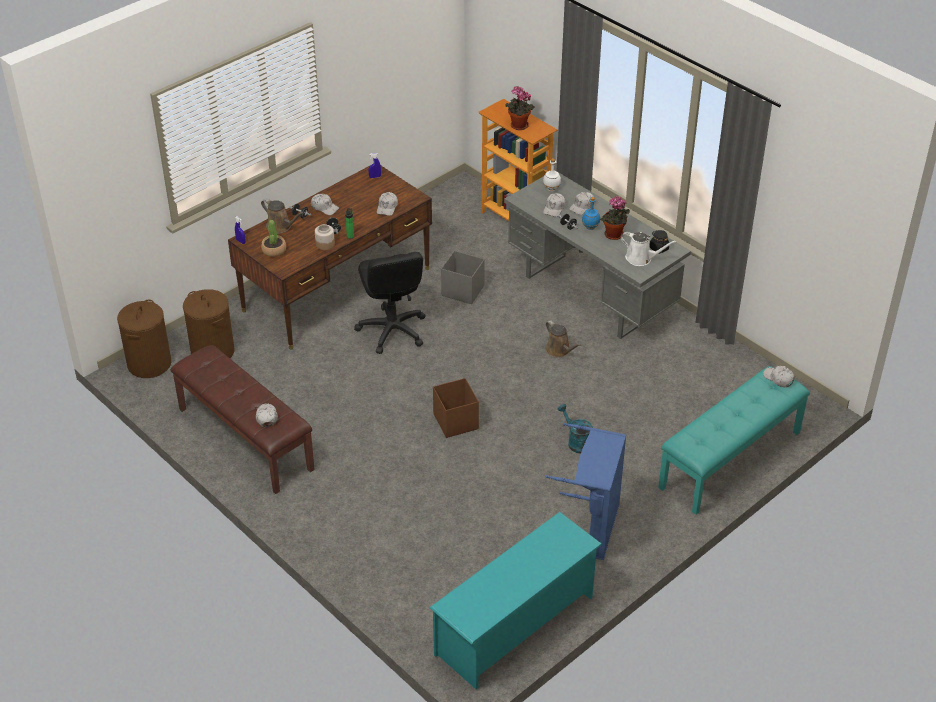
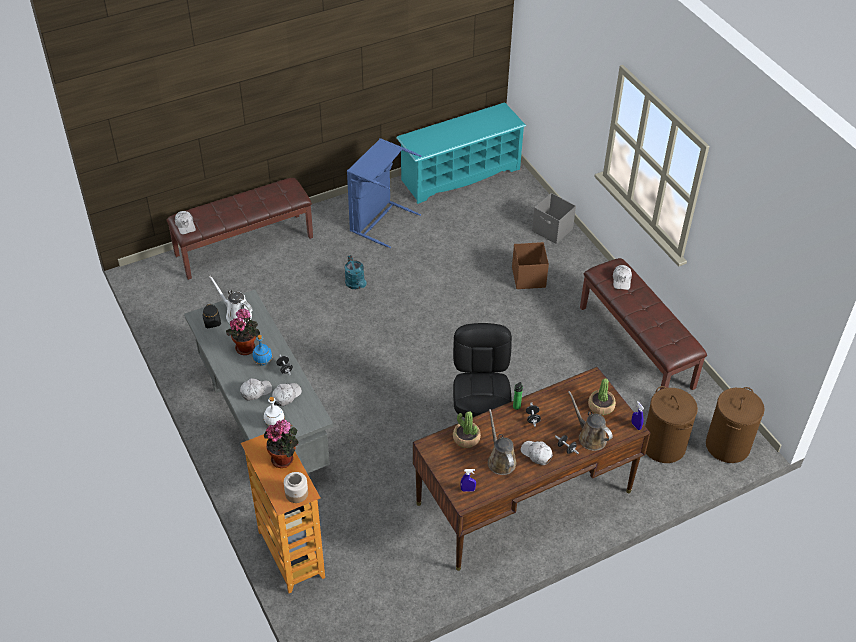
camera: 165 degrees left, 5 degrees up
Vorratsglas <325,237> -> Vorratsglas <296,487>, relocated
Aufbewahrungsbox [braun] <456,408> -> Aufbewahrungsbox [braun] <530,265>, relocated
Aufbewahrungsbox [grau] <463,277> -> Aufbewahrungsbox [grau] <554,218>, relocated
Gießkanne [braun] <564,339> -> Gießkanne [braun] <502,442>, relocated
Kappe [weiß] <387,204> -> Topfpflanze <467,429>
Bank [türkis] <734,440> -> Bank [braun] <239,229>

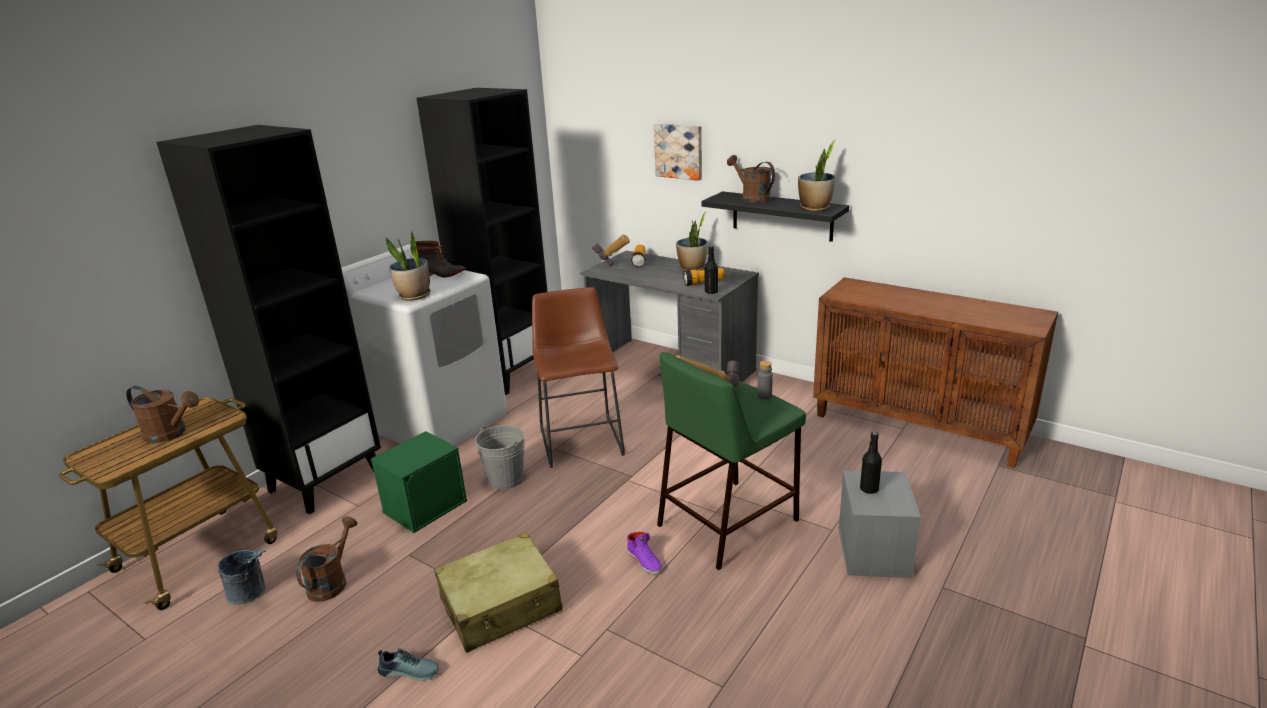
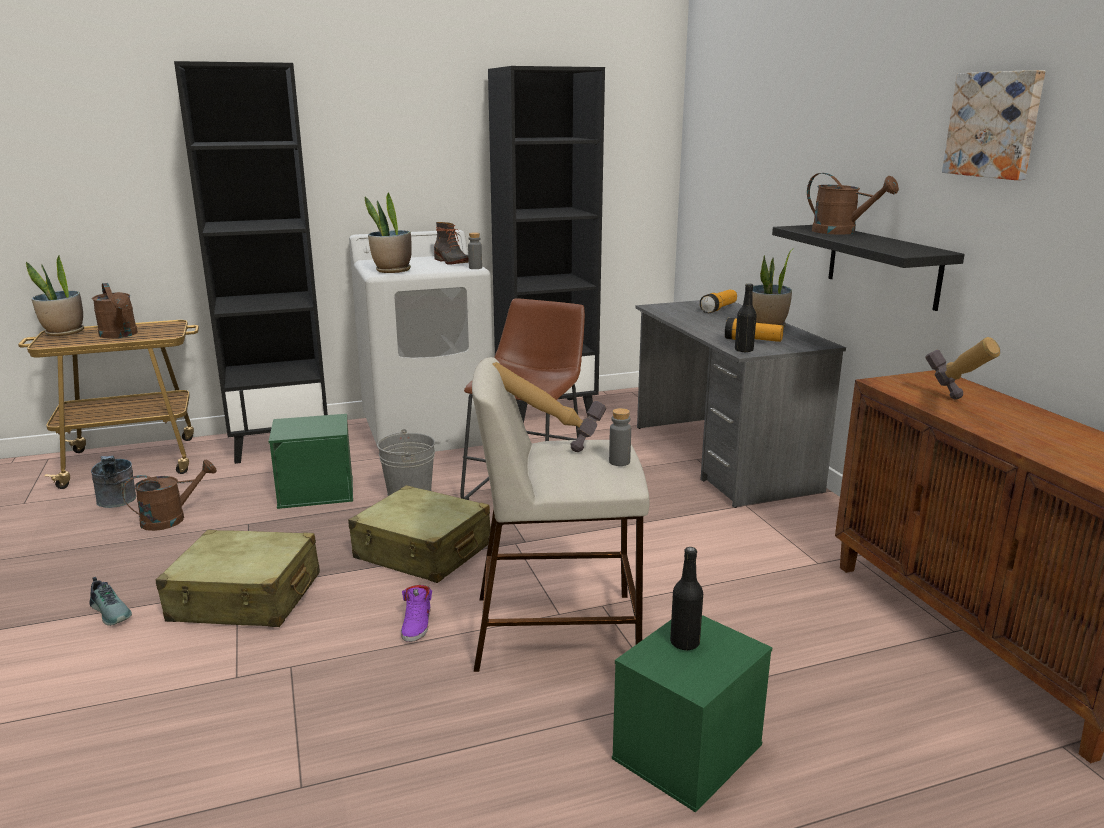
camera: 35 degrees right, 5 degrees down
none -> Koffer [beige] <419,534>
none -> Flasche [grau] <475,250>
Hammer <611,250> -> Hammer <962,368>, relocated
Bild <678,152> -> Bild <993,125>, relocated
Topfpflanze <817,176> -> Topfpflanze <55,296>, relocated
Hocker [grün] <731,461> -> Hocker [beige] <560,514>
Aufbewahrungsbox [grau] <879,524> -> Aufbewahrungsbox [grün] <692,714>
Gießkanne [braun] <751,179> -> Gießkanne [braun] <853,203>, 135 degrees clockwise

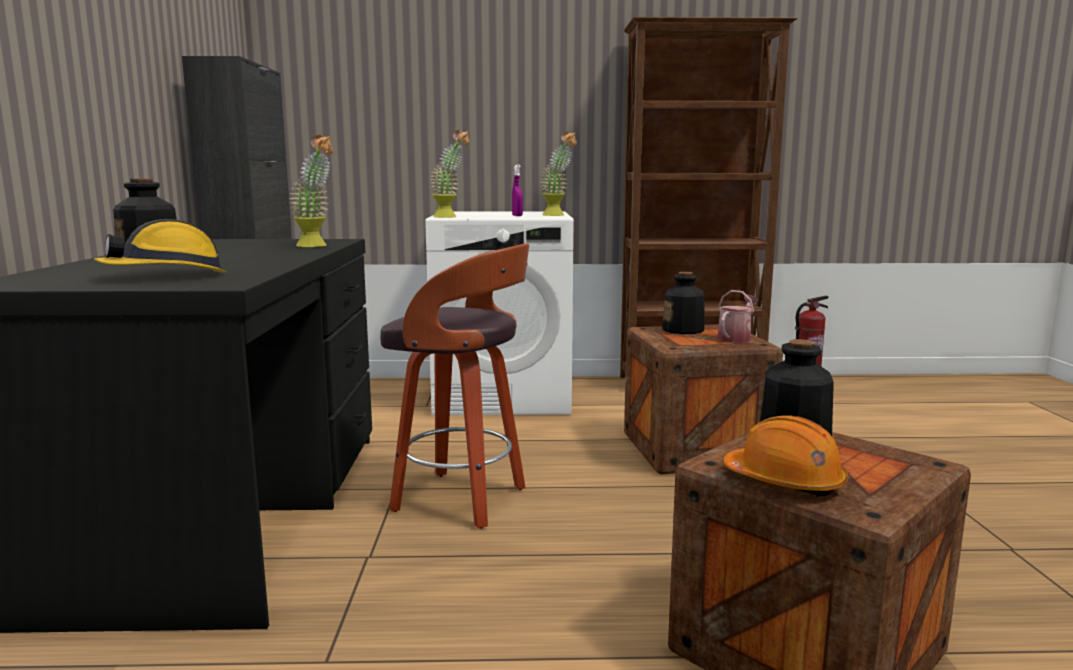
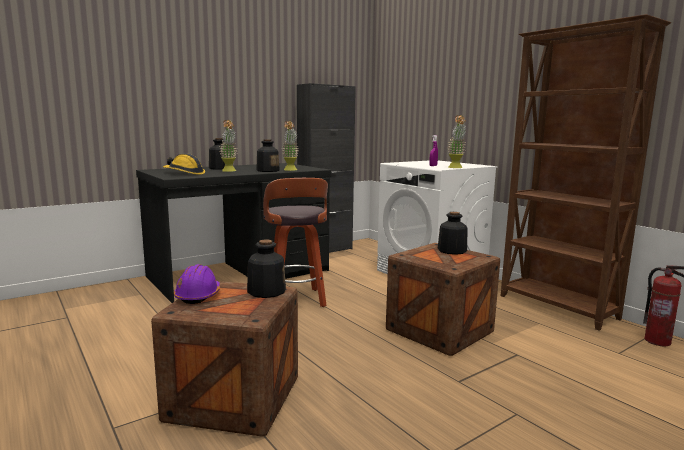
camera: 55 degrees right, 0 degrees up
Gießkanne <737,316> -> none
none -> Flasche <268,155>
Topfpflanze <449,174> -> Topfpflanze <228,146>, relocated
Schutzhelm [orange] <785,456> -> Schutzhelm [lila] <197,284>

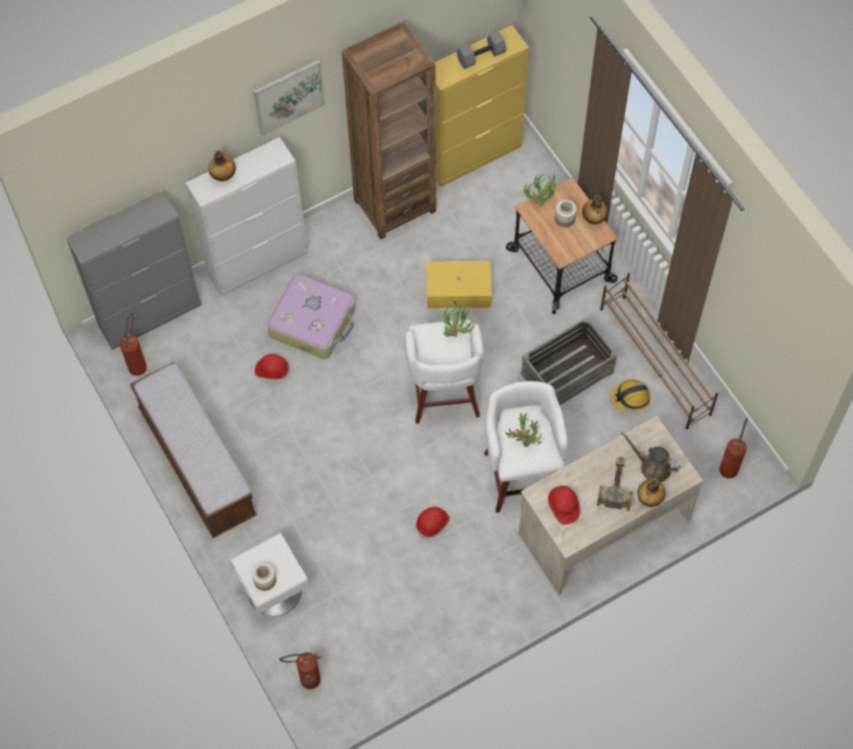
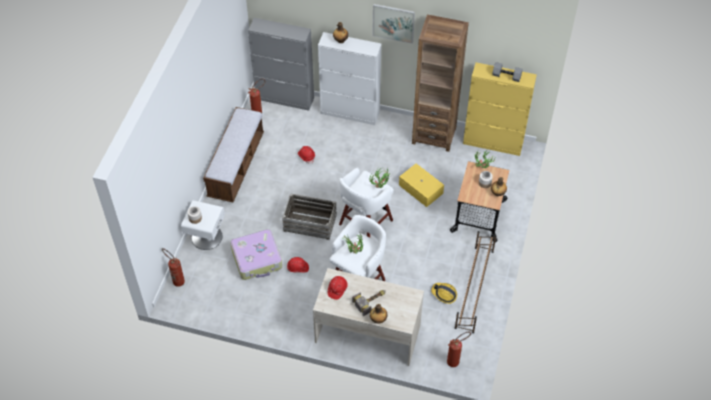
camera: 45 degrees right, 10 degrees down
Gießkanne [braun] <651,457> -> none
Koffer <311,316> -> Koffer <256,254>, relocated
Kiste <568,361> -> Kiste <309,216>, relocated

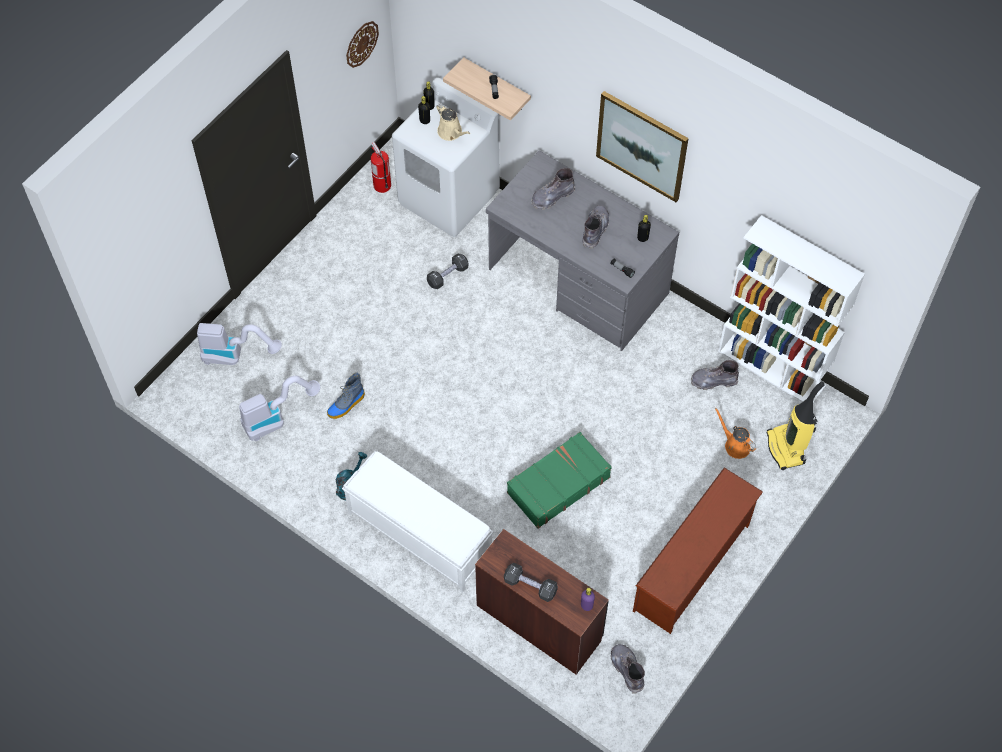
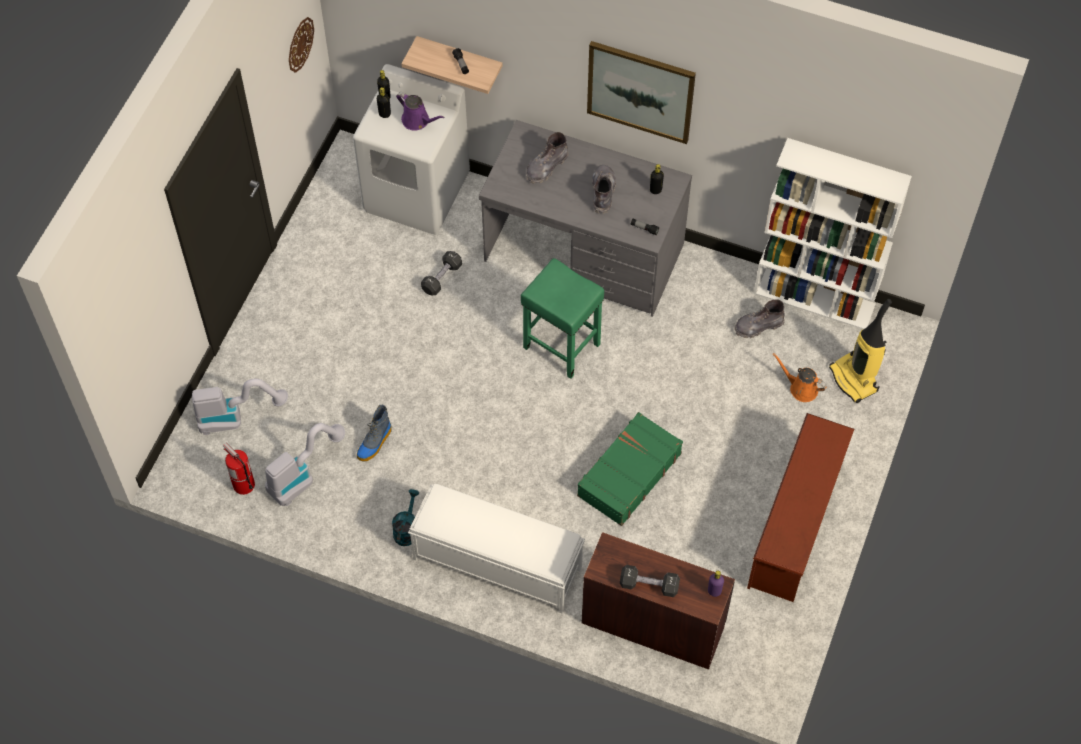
camera: 15 degrees left, 0 degrees up
Stiefel [grau] <628,669> -> none
none -> Hocker [grün] <562,318>
Feuerlöscher <380,167> -> Feuerlöscher <239,468>, relocated
Gießkanne [beige] <453,122> -> Gießkanne [lila] <420,111>

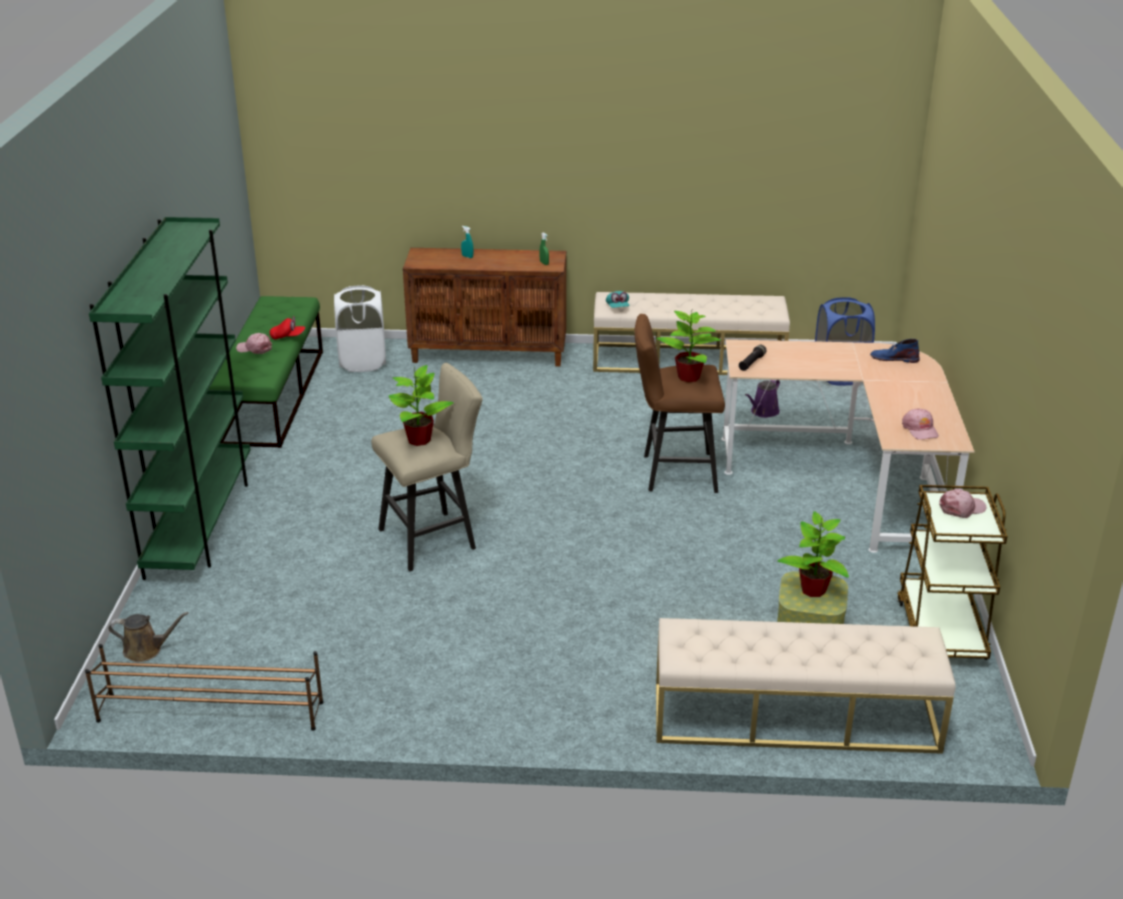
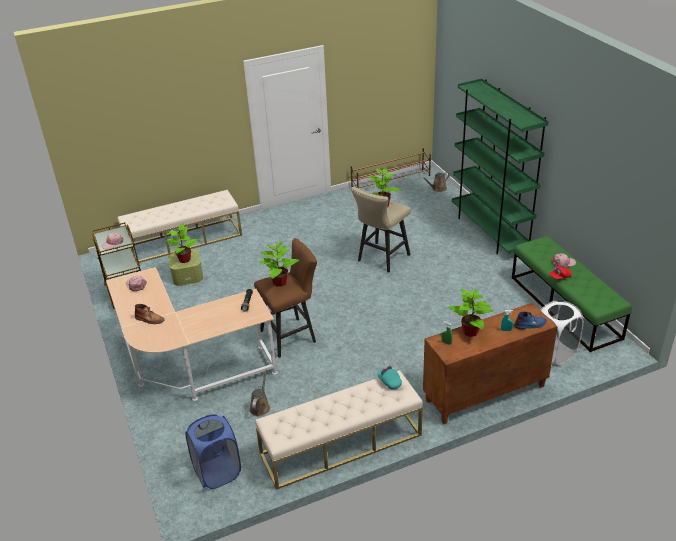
camera: 155 degrees right, 5 degrees up
none -> Stiefel [braun] <150,314>
none -> Topfpflanze <471,313>
Stiefel [blau] <895,351> -> Stiefel [blau] <530,320>, relocated
Gießkanne [lila] <762,399> -> Gießkanne [braun] <259,393>

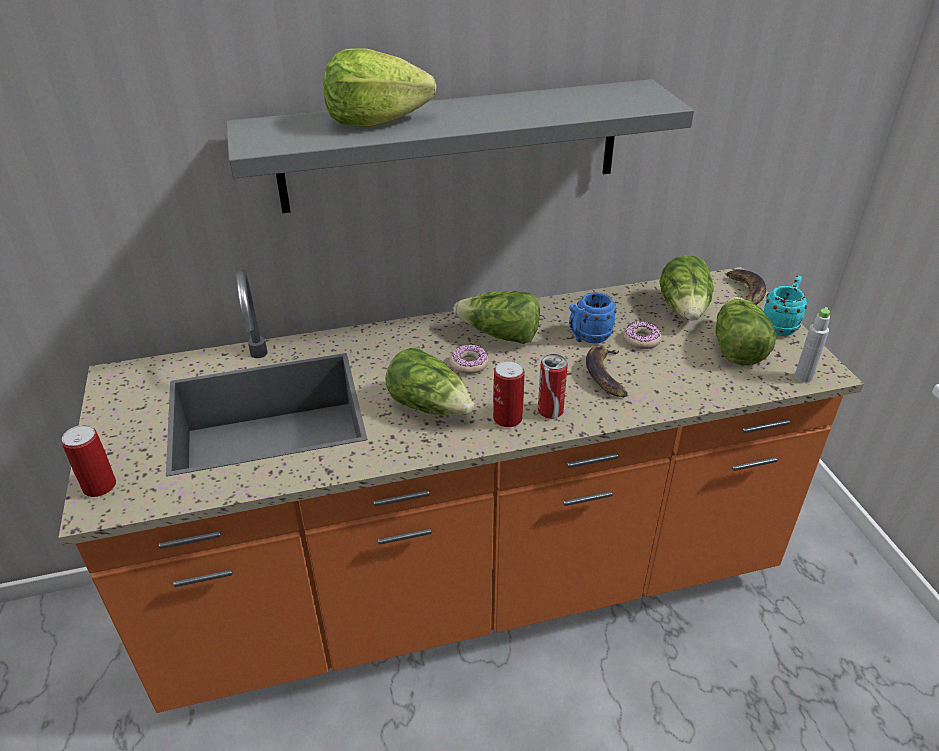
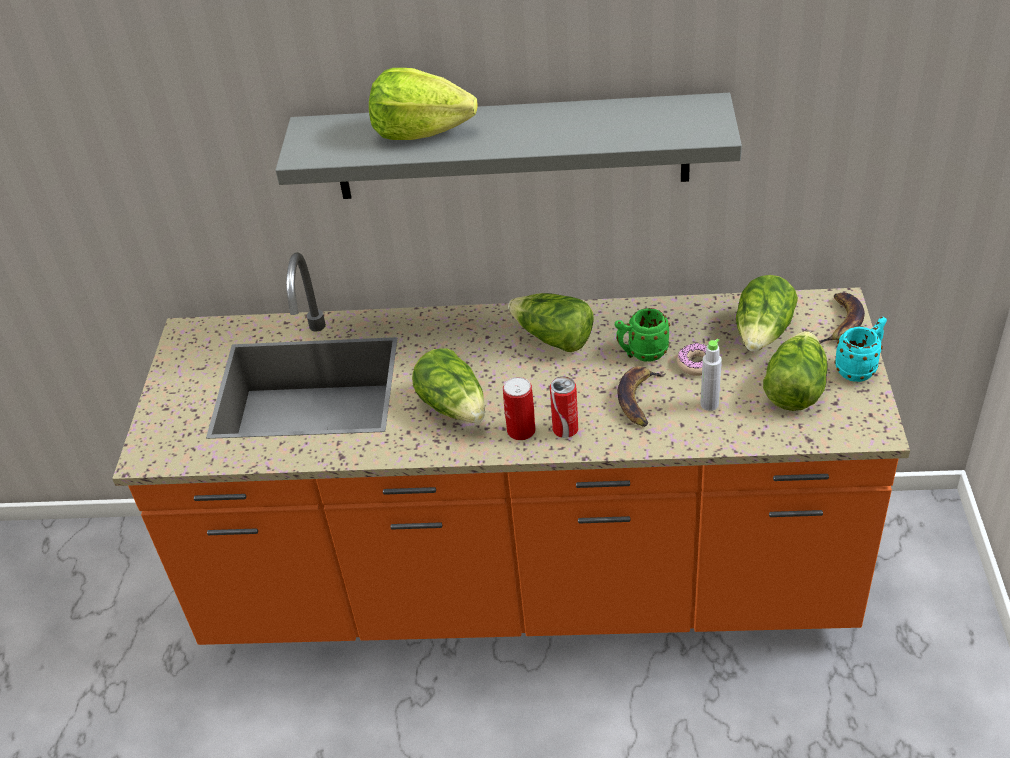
camera: 20 degrees right, 5 degrees up
Dose <88,461> -> none
Donut <469,359> -> none
Flasche [grau] <812,345> -> Flasche [grau] <711,375>, relocated
Henkelbecher [blau] <592,317> -> Henkelbecher [grün] <642,335>

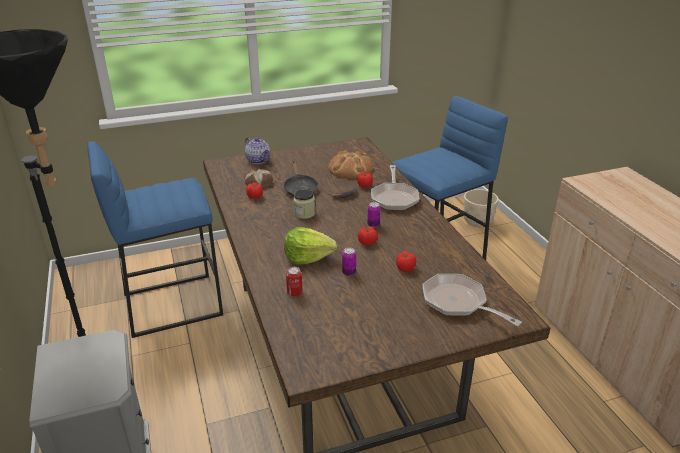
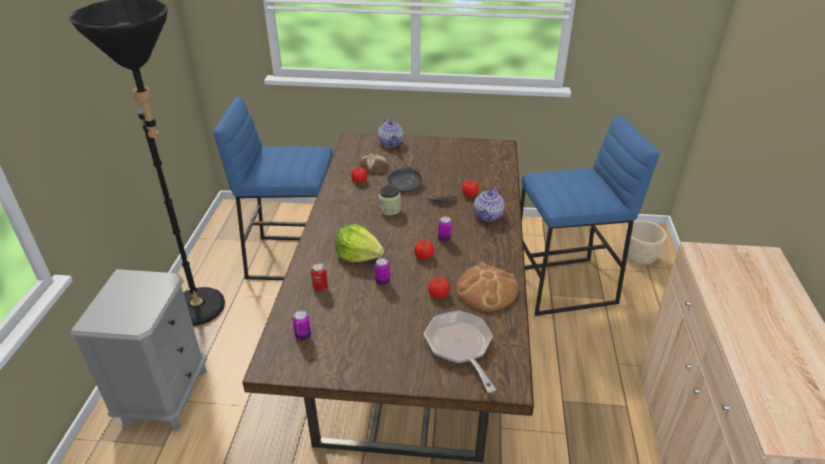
camera: 25 degrees right, 5 degrees up
none -> Dose <302,325>
Brot <350,164> -> Brot <487,287>, relocated
Pfanne <395,187> -> Teekanne <489,203>

